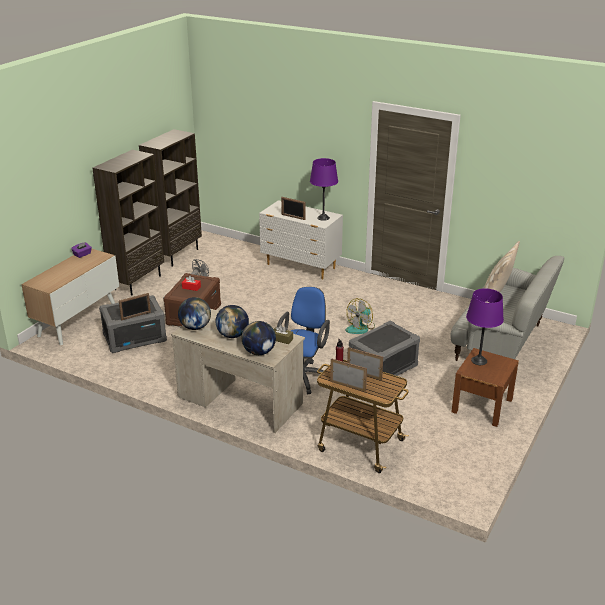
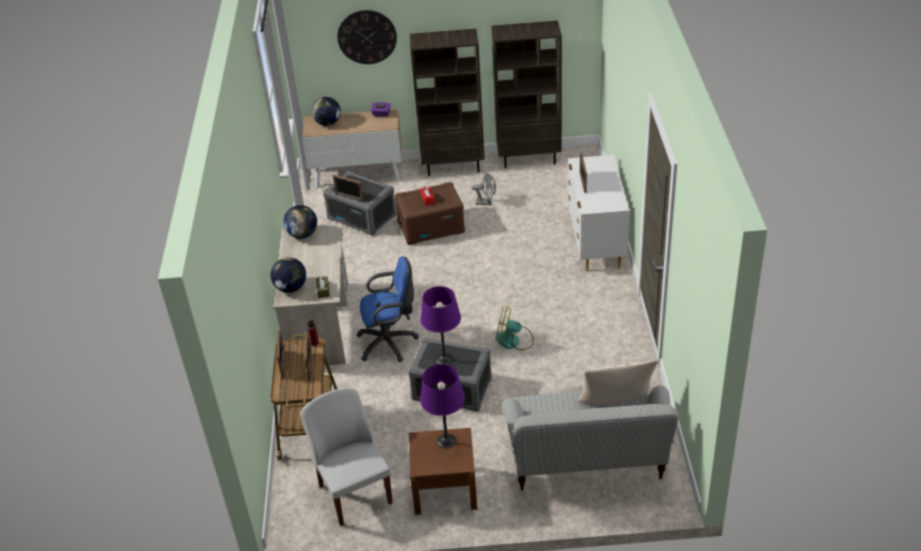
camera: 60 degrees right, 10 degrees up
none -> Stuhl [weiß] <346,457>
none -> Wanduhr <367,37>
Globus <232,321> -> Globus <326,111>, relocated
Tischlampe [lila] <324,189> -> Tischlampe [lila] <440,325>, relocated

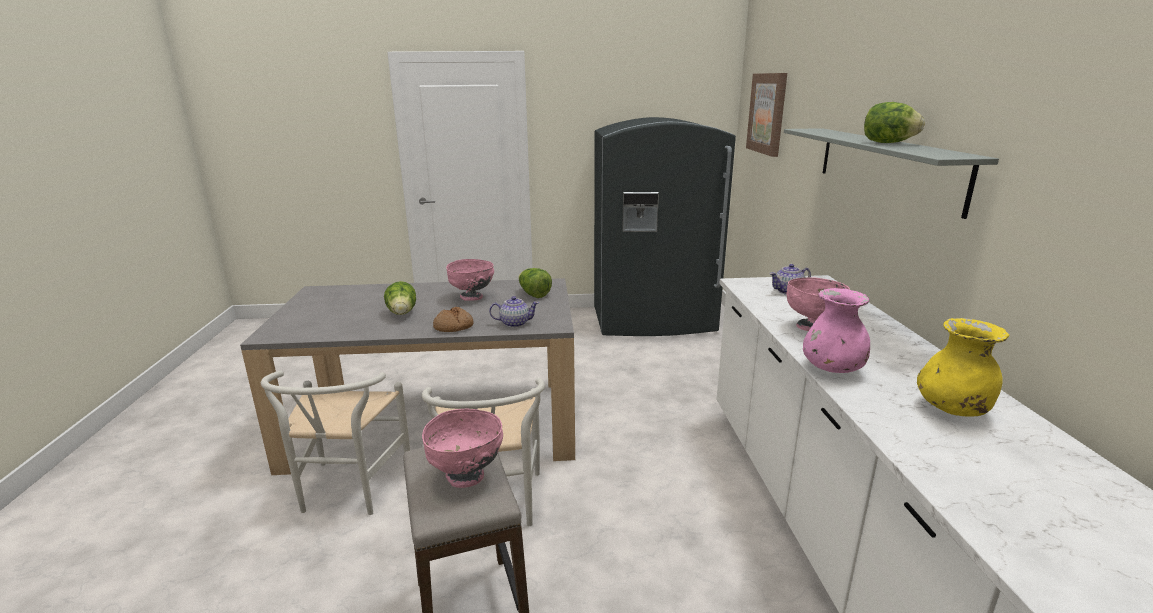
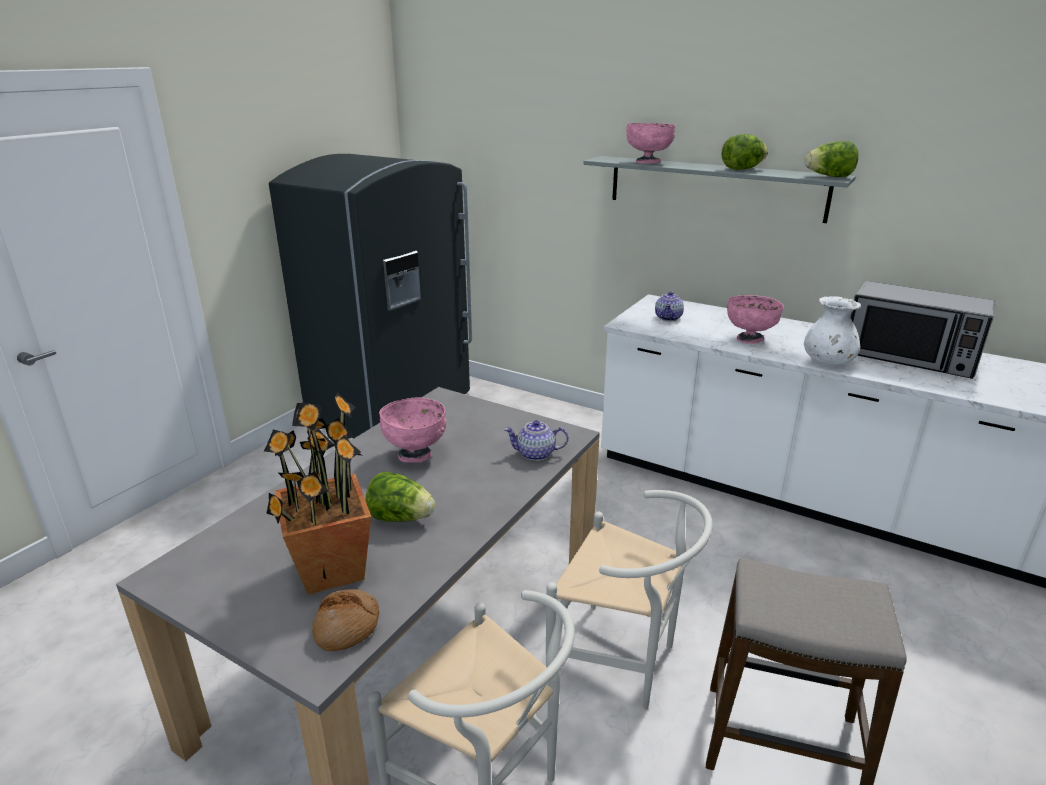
camera: 55 degrees left, 5 degrees up
Bild <766,115> -> none
none -> Topfpflanze <317,493>
Schüssel [rosa] <462,448> -> Schüssel [rosa] <650,143>, relocated
Brot <453,319> -> Brot <345,620>, relocated
Salatkopf <535,283> -> Salatkopf <831,159>, relocated
Vase [gelb] <963,367> -> Mikrowelle <923,330>
Vase [rosa] <836,330> -> Vase [weiß] <832,330>
Teekanne <514,312> -> Teekanne <536,440>, 120 degrees counterclockwise

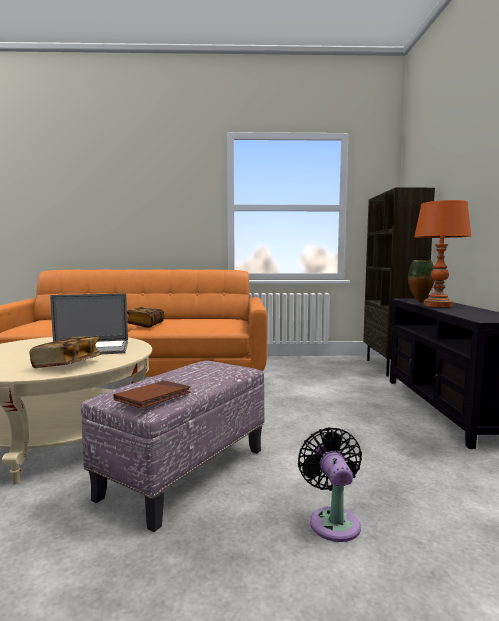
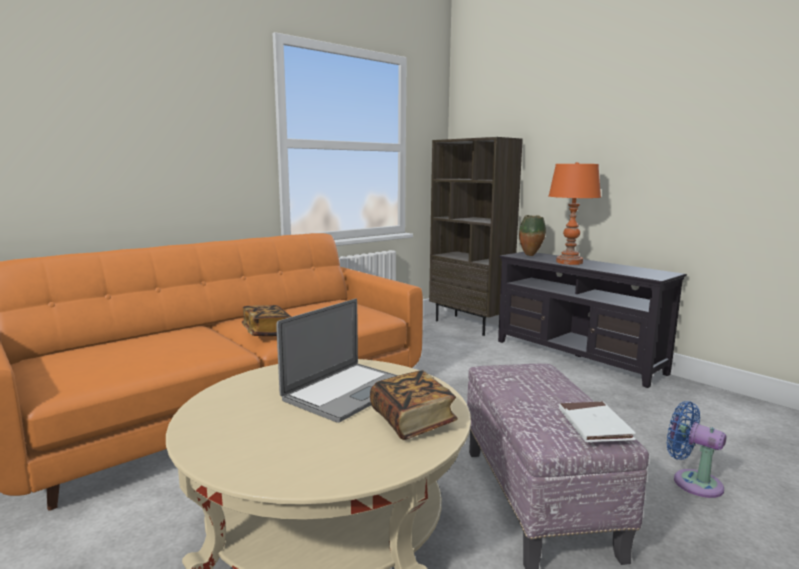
camera: 40 degrees left, 5 degrees up
Buch [braun] <152,394> -> Buch [weiß] <597,421>
Ventilator [schwarz] <330,484> -> Ventilator [blau] <697,449>

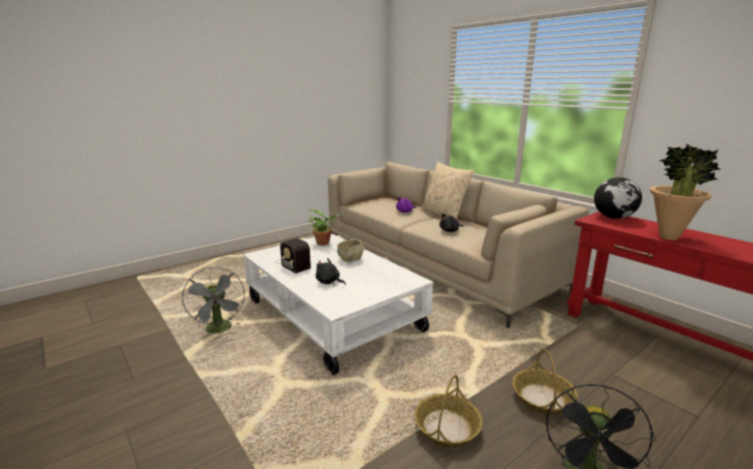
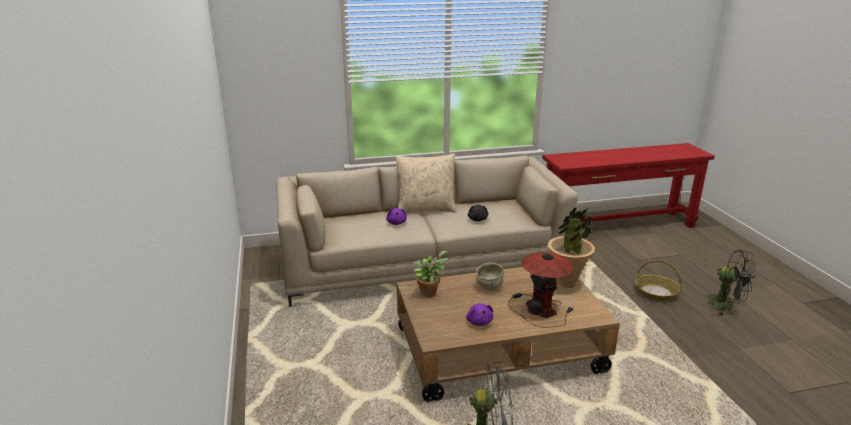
camera: 65 degrees left, 5 degrees up
Korb <448,411> -> none
Globus <618,198> -> none
Topfpflanze <685,192> -> Topfpflanze <571,247>, relocated
Radio <294,255> -> Plüschtier [lila] <479,314>
Plüschtier [schwarz] <331,271> -> Tischlampe <541,290>
Couchtisch [weiß] <338,304> -> Couchtisch [braun] <508,334>

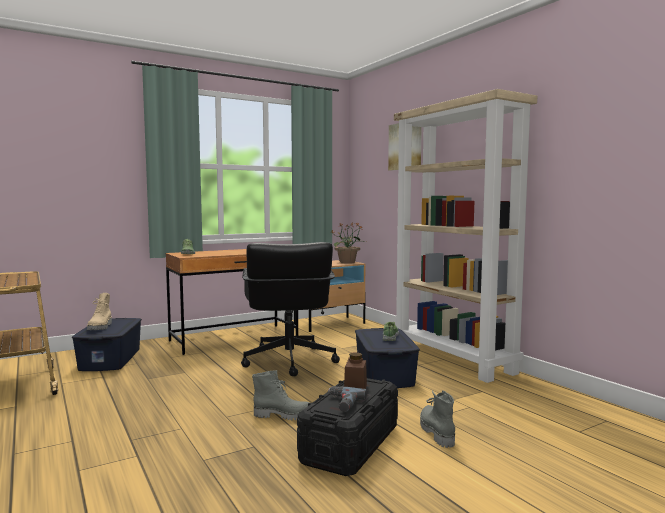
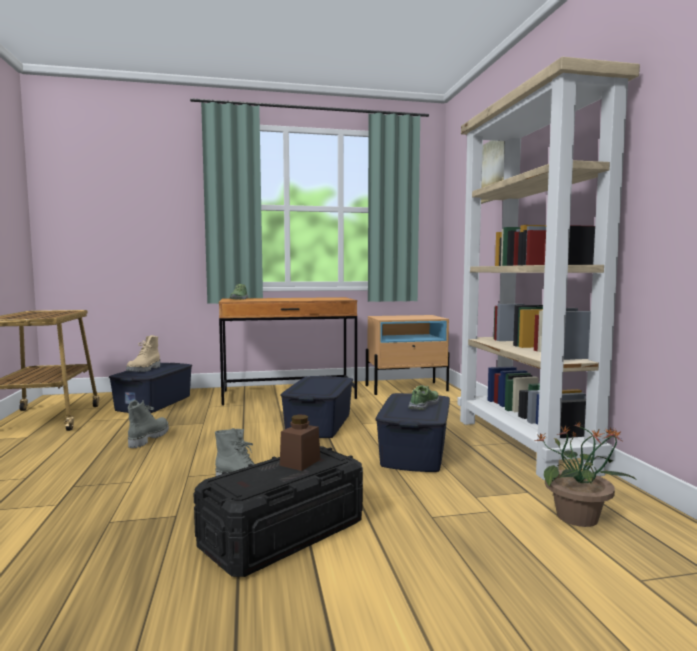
camera: 20 degrees right, 0 degrees up
Bohrmaschine <347,399> -> none
Topfpflanze <348,243> -> Topfpflanze <585,474>, relocated
Stiefel [grau] <437,419> -> Stiefel [grau] <148,423>, relocated
Bürostuhl [schwarz] <290,309> -> Aufbewahrungsbox [blau] <316,407>

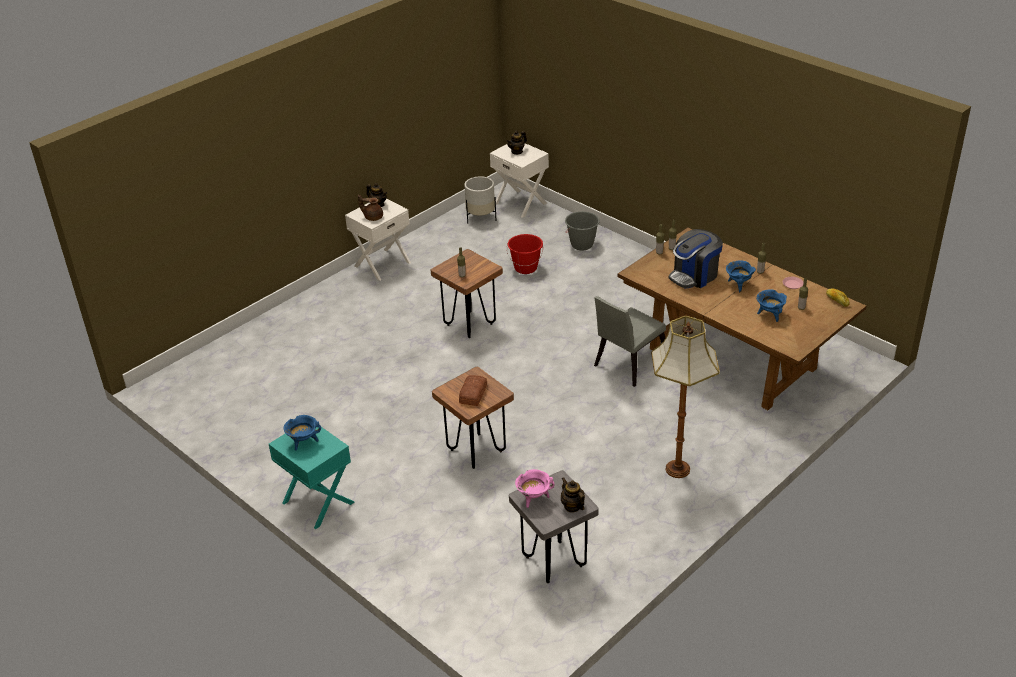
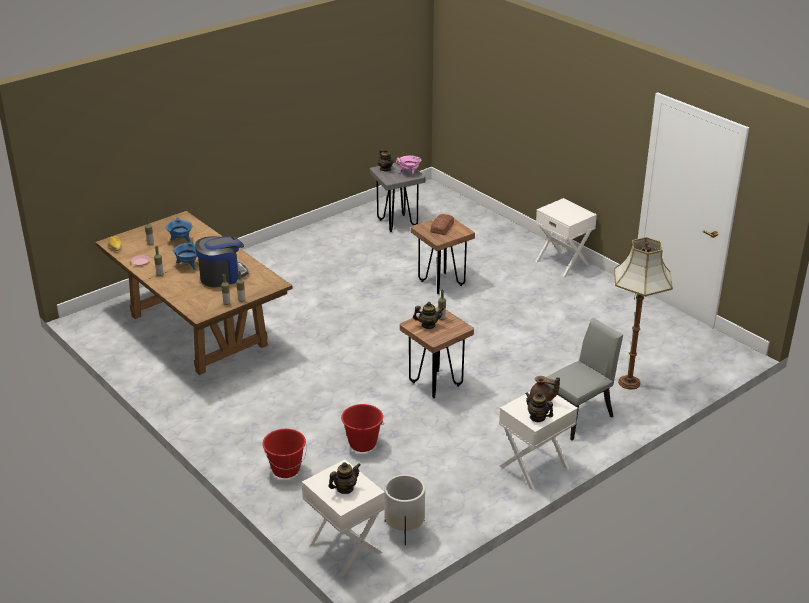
camera: 175 degrees left, 5 degrees down
Kochtopf [blau] <302,432> -> none
none -> Teekanne <428,315>
Stuhl [grau] <630,341> -> Stuhl [grau] <584,378>, relocated
Stehlampe <685,397> -> Stehlampe <643,313>, relocated
Nachttisch [türkis] <312,478> -> Nachttisch [weiß] <566,237>
Eimer [grau] <582,230> -> Eimer [rot] <285,453>

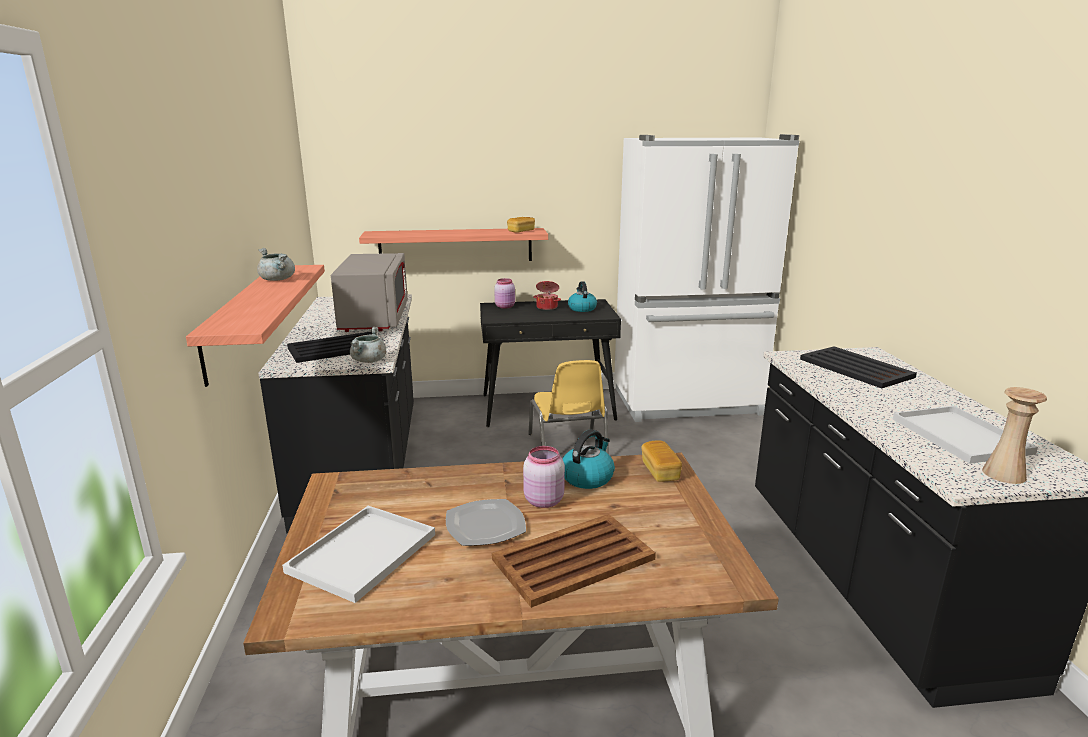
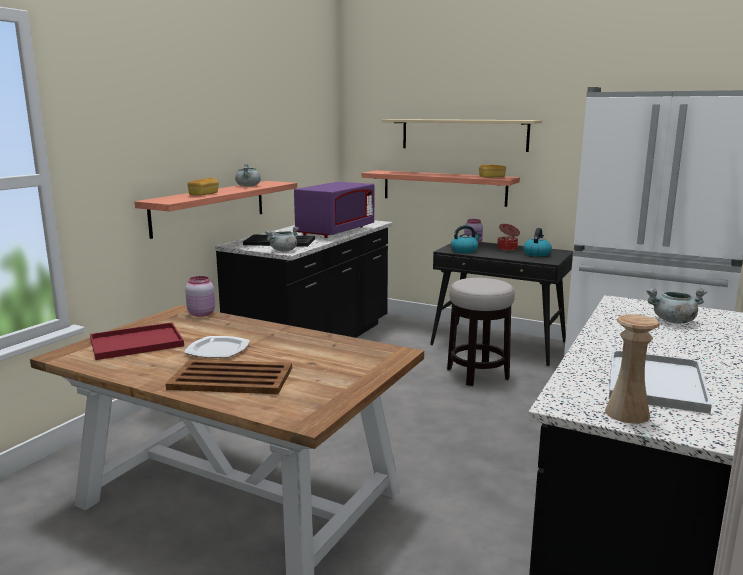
camera: 35 degrees right, 5 degrees down
none -> Wandregal [beige] <461,135>
Vorratsglas [rosa] <544,477> -> Vorratsglas [rosa] <200,296>, relocated
Wasserkessel <589,459> -> Wasserkessel <466,239>, relocated
Brot <661,461> -> Brot <203,187>, relocated
Stuhl [gelb] <568,407> -> Hocker <481,332>
Tablett [schwarz] <858,367> -> Kochtopf [grau] <676,306>
Tablett [weiß] <358,554> -> Tablett [rot] <137,341>
Mikrowelle [grau] <369,292> -> Mikrowelle [lila] <334,210>

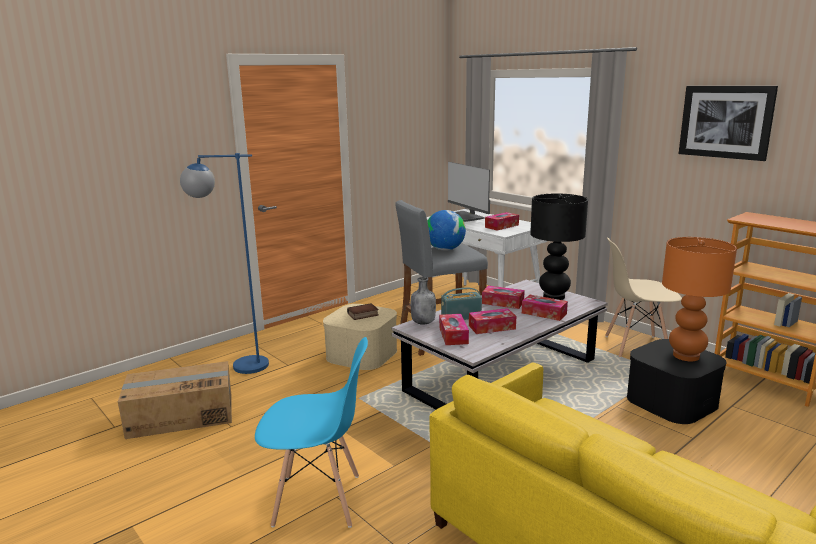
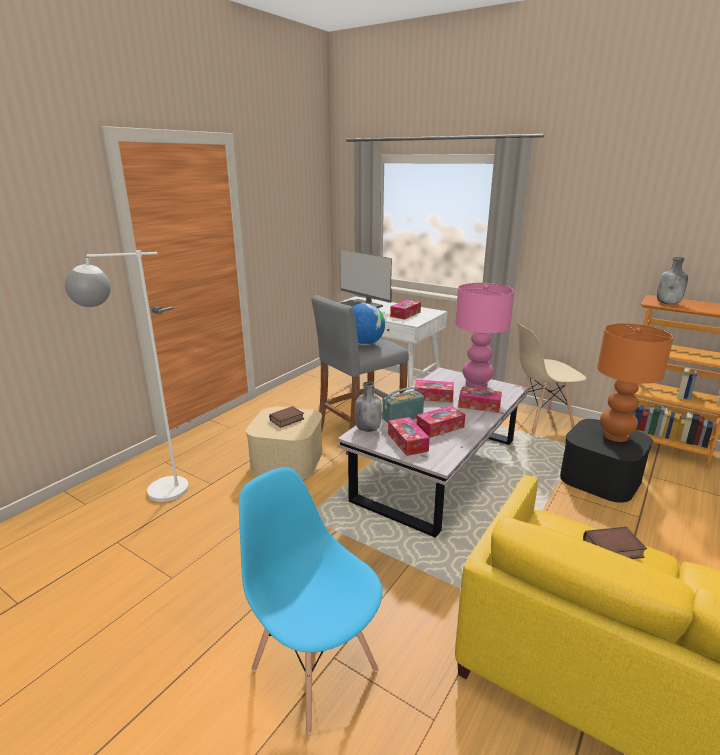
camera: 15 degrees left, 5 degrees up
Karton <175,400> -> none
Bild <728,123> -> none
none -> Buch <615,543>
none -> Flasche [grau] <672,280>
Stehlampe [blau] <224,263> -> Stehlampe [weiß] <127,376>
Tischlampe [schwarz] <559,246> -> Tischlampe [rosa] <484,336>
Stuhl [blau] <311,432> -> Stuhl [blau] <310,600>, 120 degrees counterclockwise

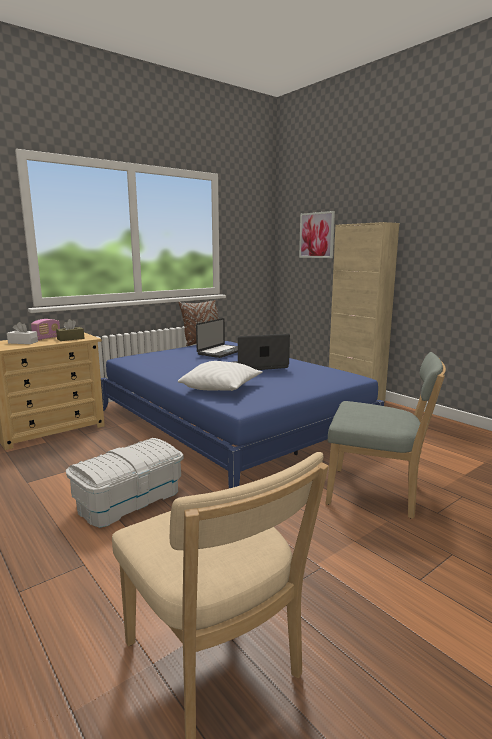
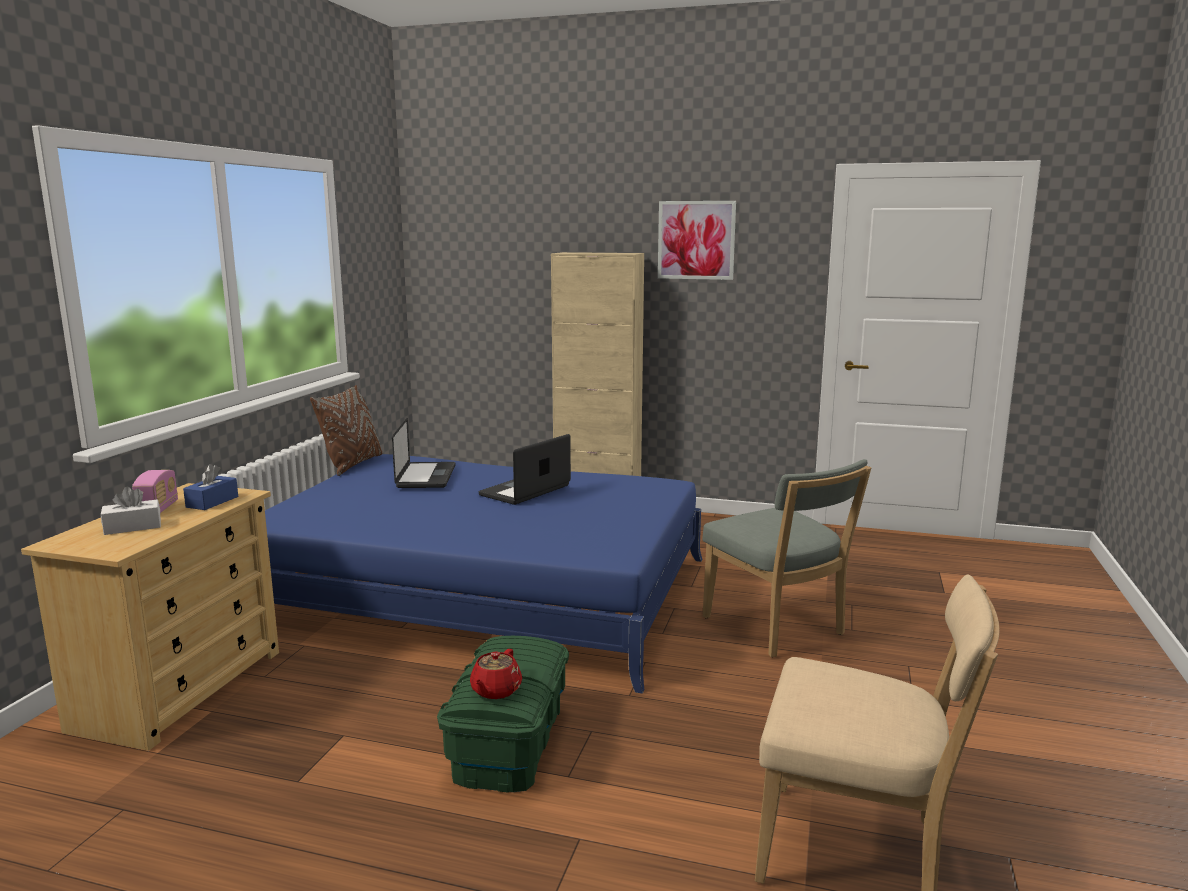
camera: 35 degrees left, 0 degrees up
Kissen [weiß] <220,376> -> none
none -> Teekanne [rot] <496,674>
Bild <317,234> -> Bild <697,240>, relocated
Taschentuchbox [braun] <70,330> -> Taschentuchbox [blau] <210,487>
Aufbewahrungsbox [weiß] <124,483> -> Aufbewahrungsbox [grün] <503,714>
Stuhl [grau] <386,435> -> Stuhl [grau] <786,558>, 75 degrees clockwise

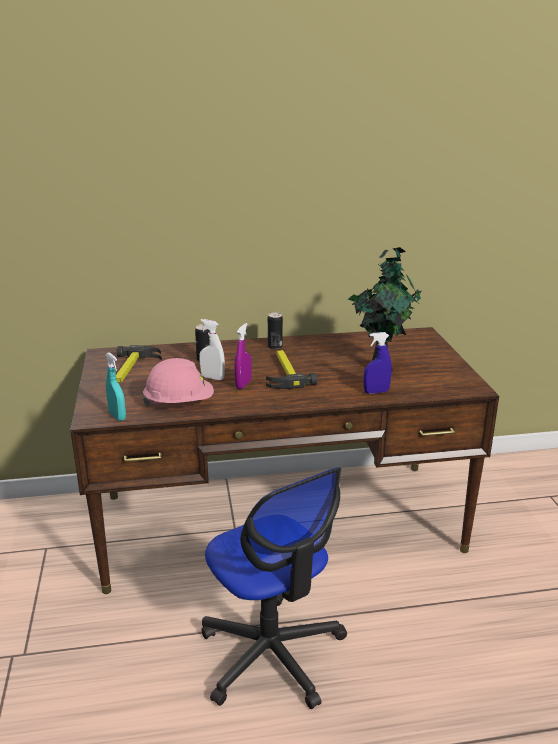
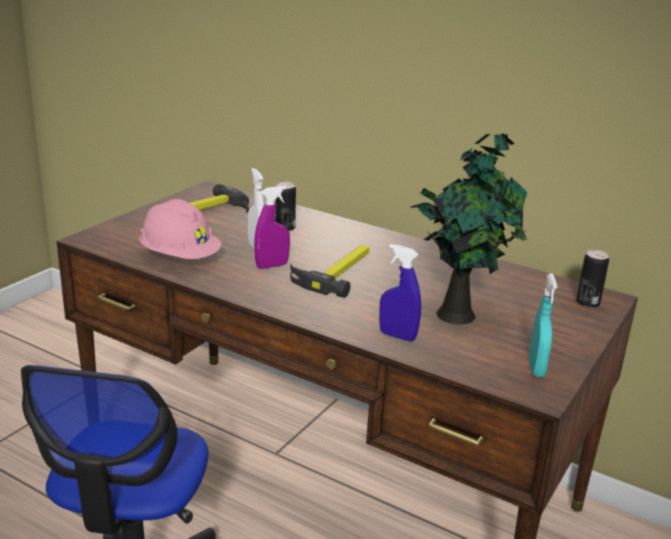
camera: 40 degrees right, 0 degrees up
Sprühflasche [türkis] <115,386> -> Sprühflasche [türkis] <543,325>, relocated
Dose <275,330> -> Dose <592,278>, relocated

